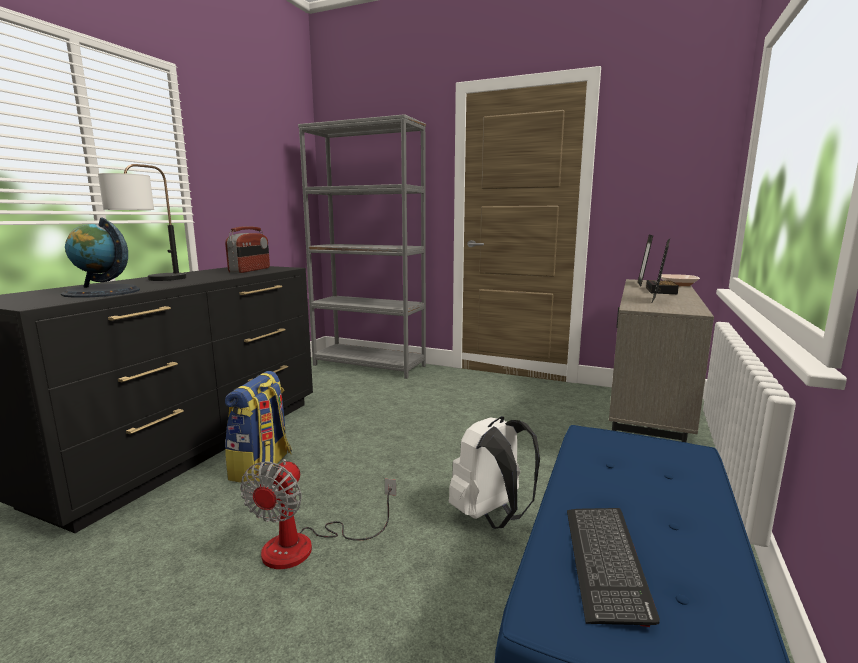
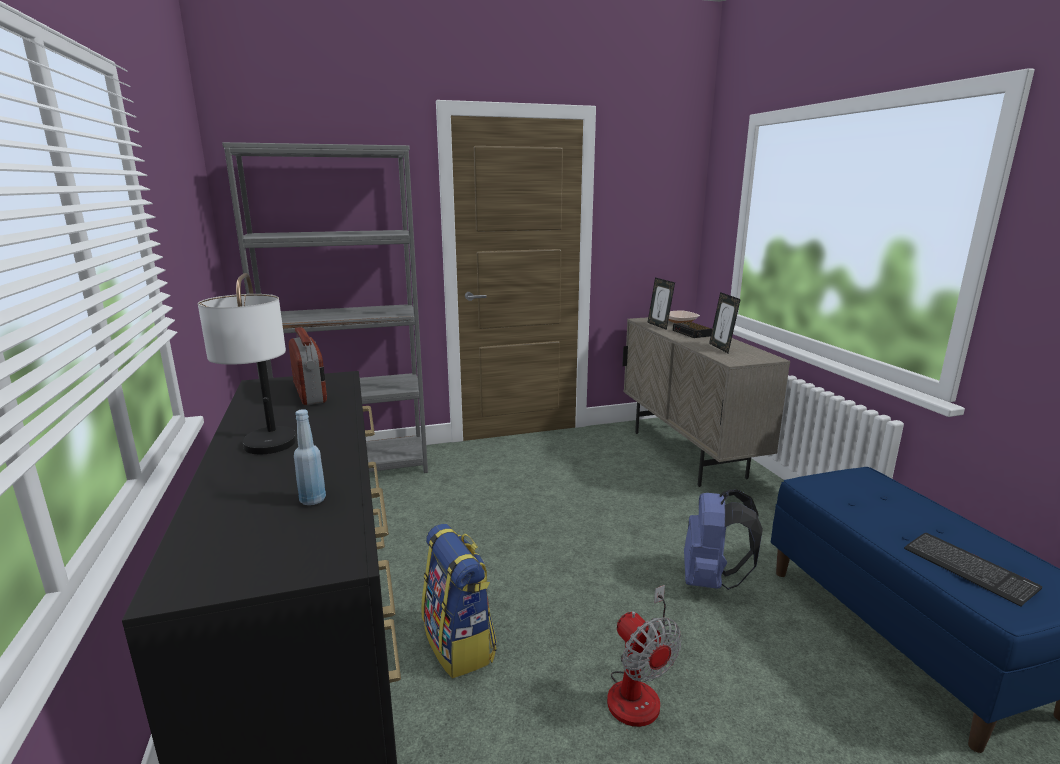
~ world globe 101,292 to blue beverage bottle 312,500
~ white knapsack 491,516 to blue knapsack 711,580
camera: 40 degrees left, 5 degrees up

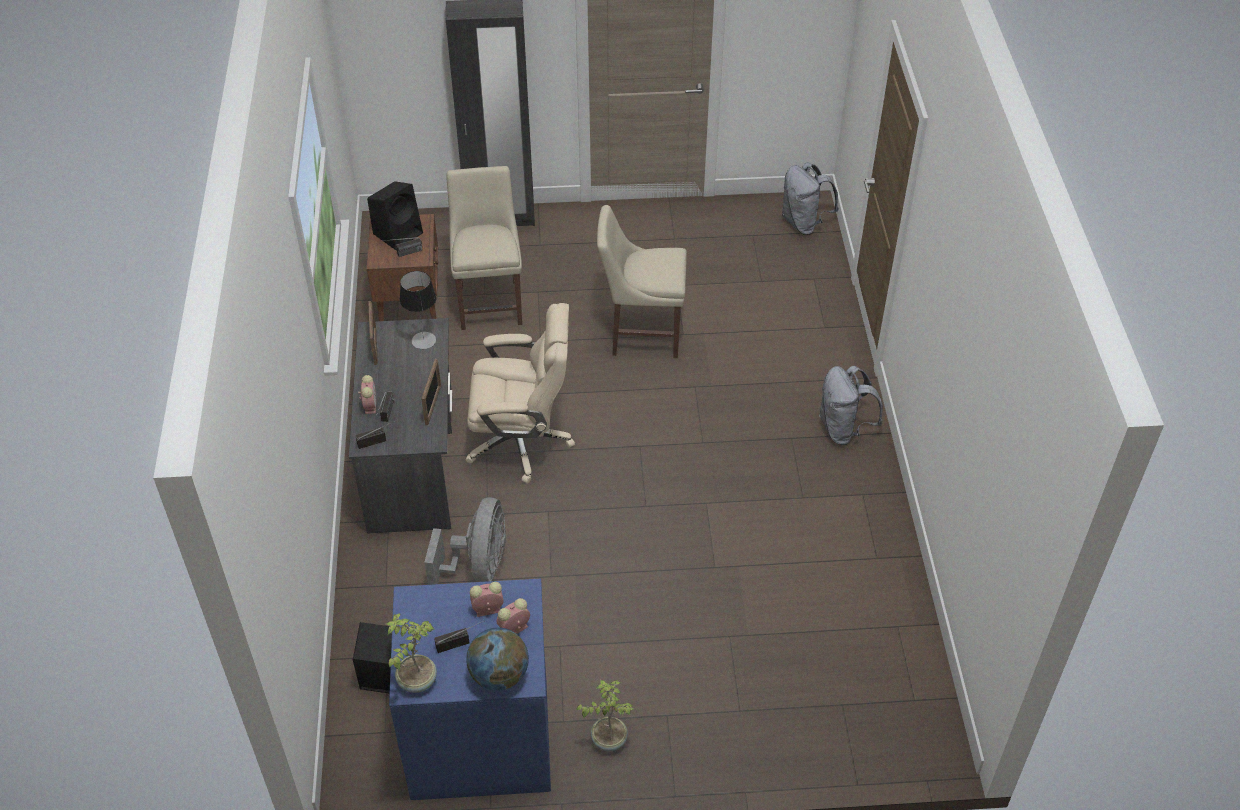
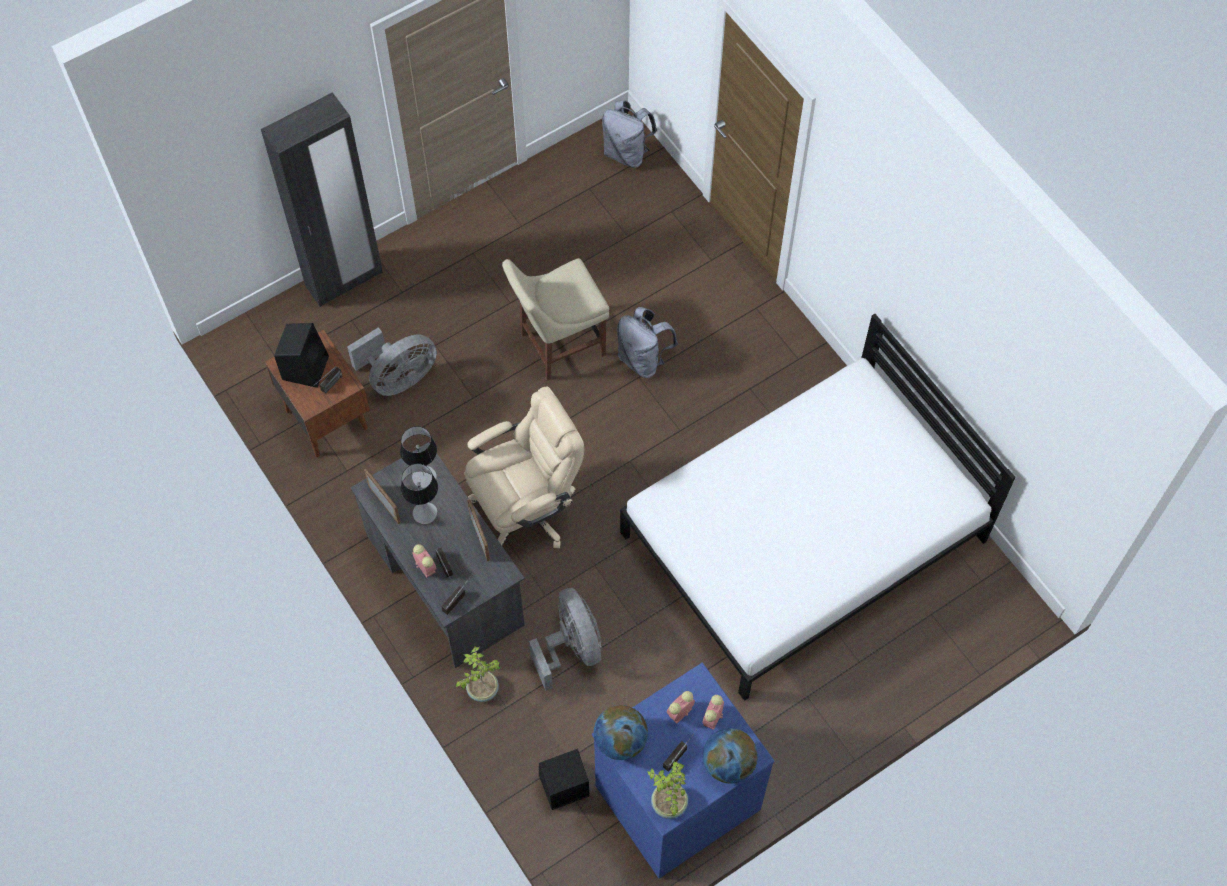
~ sand-coloured upright chair 490,302 to grey electric fan 399,378
~ houseplant 608,739 to 482,689
~ grey knapsack 844,429 to 643,359
+ lamp for a table 425,513
+ world globe 620,741
+ white bed 803,537
camera: 30 degrees left, 15 degrees up

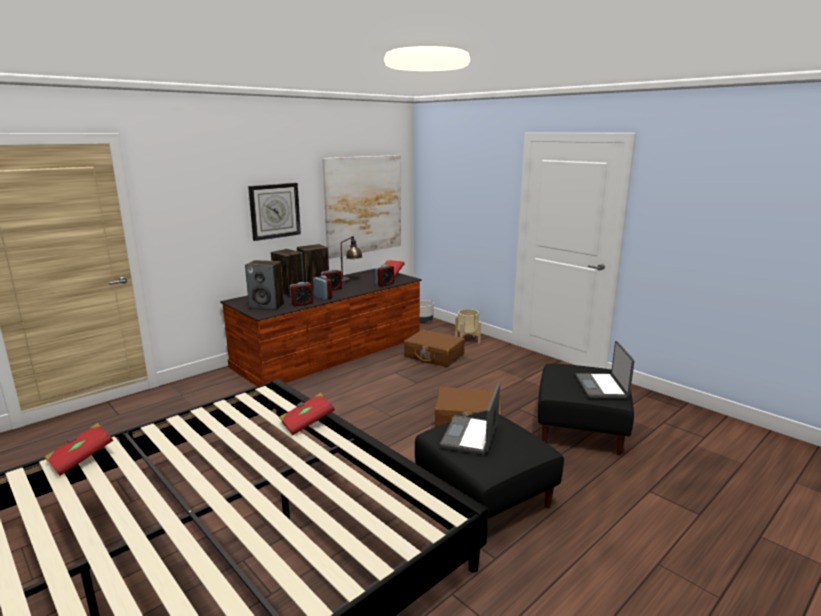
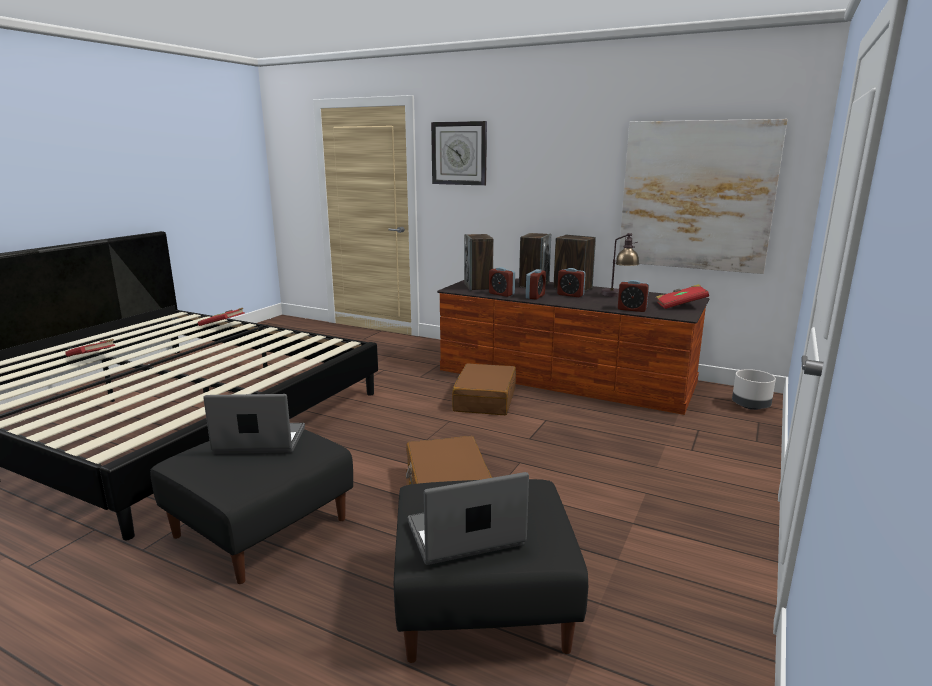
~ clock on the wall 274,211 to 459,153
~ red volume 307,423 to 93,357
~ brown-coloured suitcase 434,356 to 484,399
- sand-coloured plant pot 467,340
camera: 70 degrees right, 0 degrees up

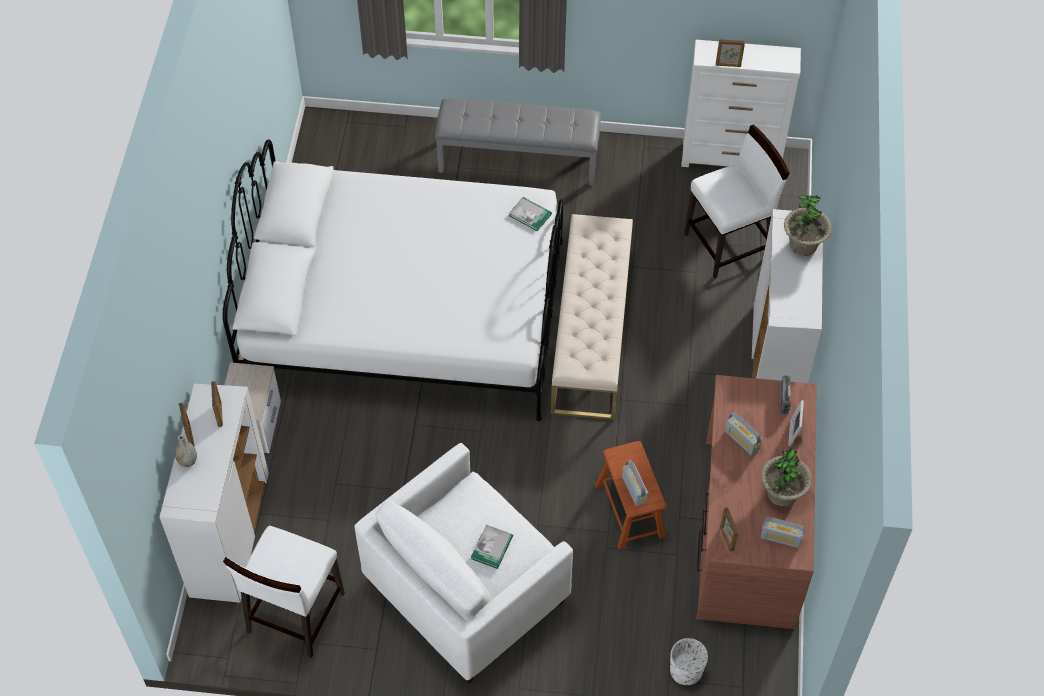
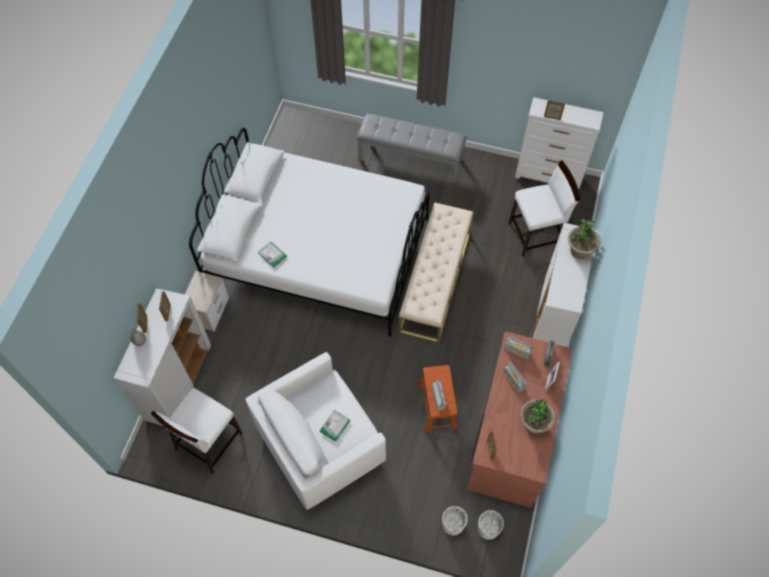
~ volume 530,215 to 272,255
~ radio 781,538 to 517,350
+ white plant pot 488,528
camera: 10 degrees right, 5 degrees up

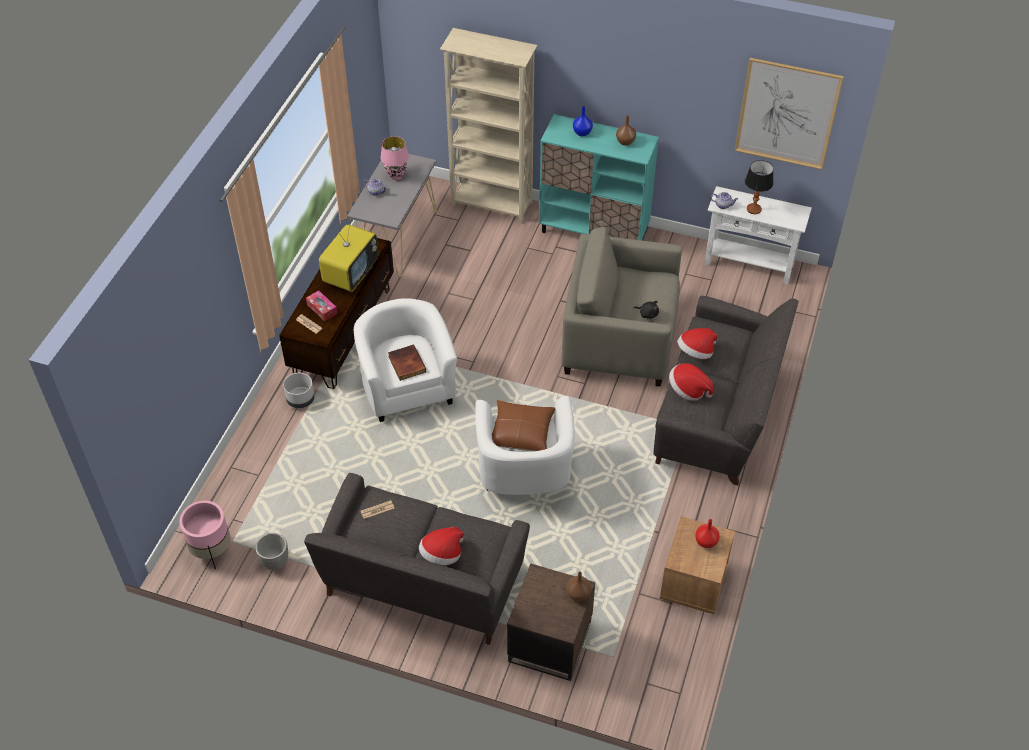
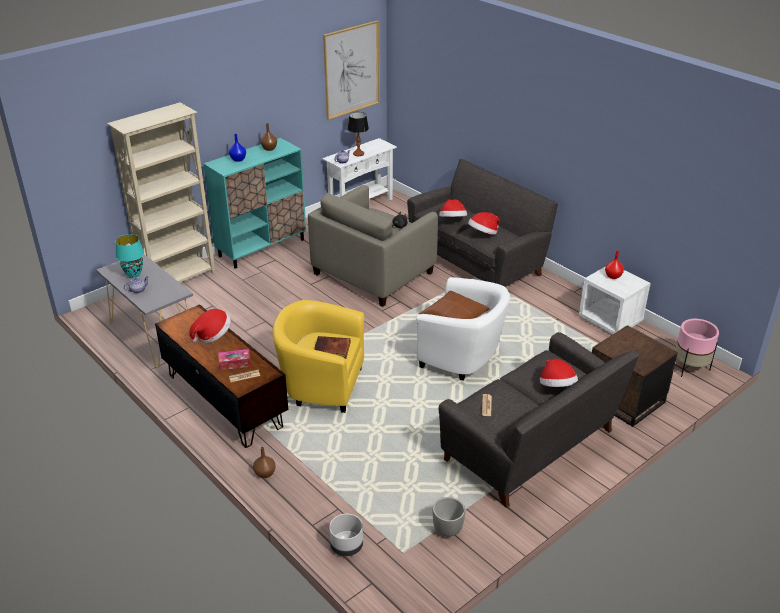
~ pink plant pot 212,551 to 690,368
~ grey plant pot 300,400 to 346,546
~ television 351,274 to clothing hat 212,335
~ white armchair 407,386 to yellow-coloured armchair 320,385
~ pink lamp for a table 396,176 to blue-green lamp for a table 134,275
~ brown-coloured flower vase 578,594 to 264,474
~ brown-coloured night table 693,583 to white night table 610,320
camera: 60 degrees left, 15 degrees down

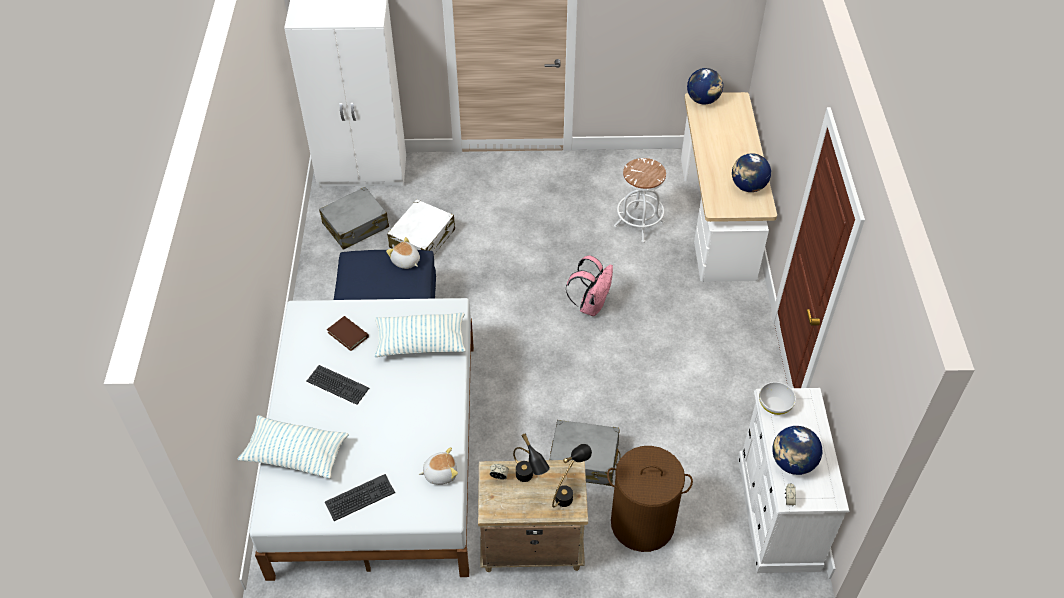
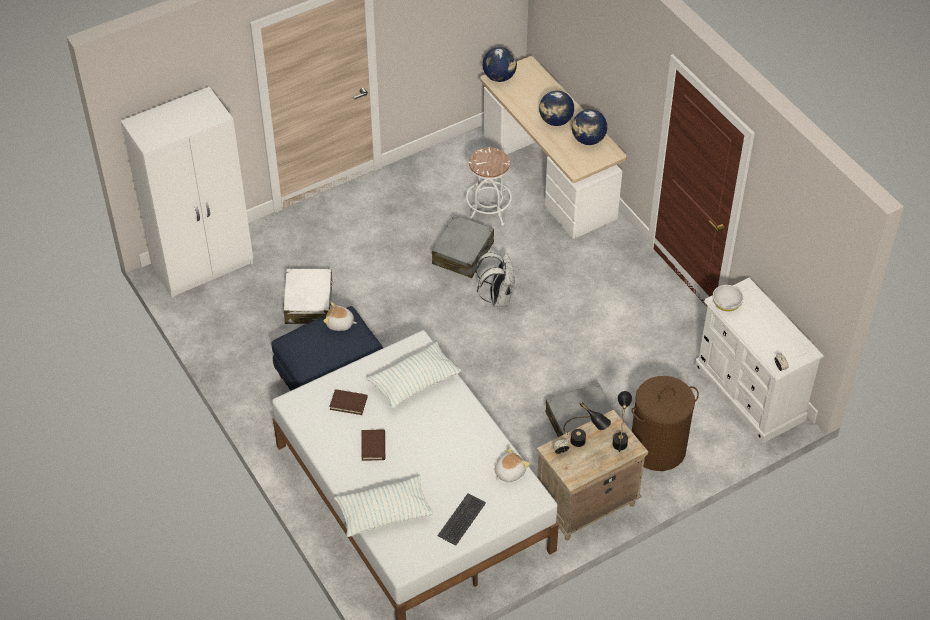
~ computer keyboard 337,385 to brown-coloured volume 373,446
~ grey suitcase 356,226 to 463,253
~ pink knapsack 591,305 to white knapsack 498,297
~ world globe 792,463 to 556,121
camera: 30 degrees left, 0 degrees up

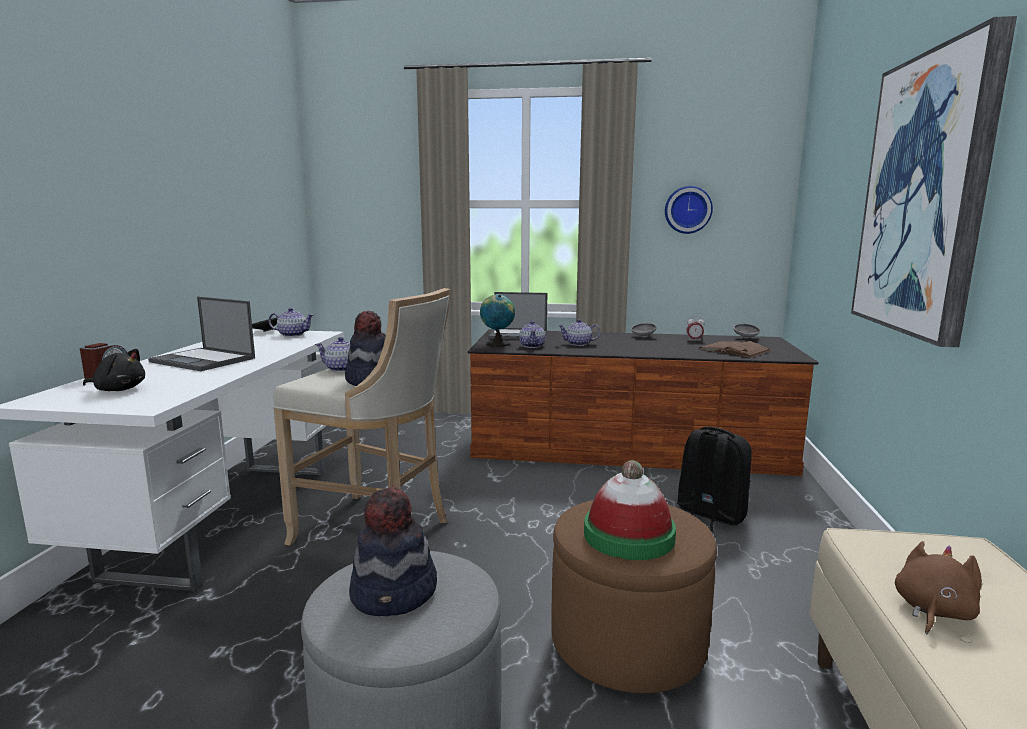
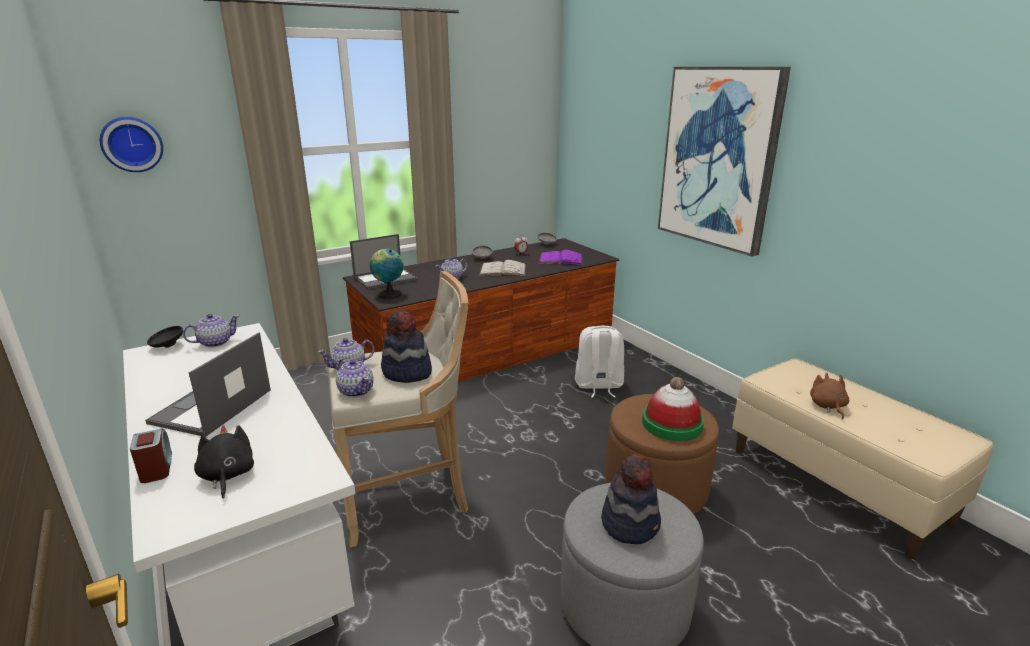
~ black-coloured plush toy 119,389 = 227,476 75 degrees counterclockwise
~ laptop 204,360 = 211,407 120 degrees clockwise
~ pot for tea 532,346 to 356,391
~ clock on the wall 687,210 to 132,144
~ black-coloured knapsack 709,515 to white knapsack 598,385
~ brown-coloured volume 734,350 to purplish volume 560,259
+ white volume 503,270
camera: 40 degrees left, 10 degrees up

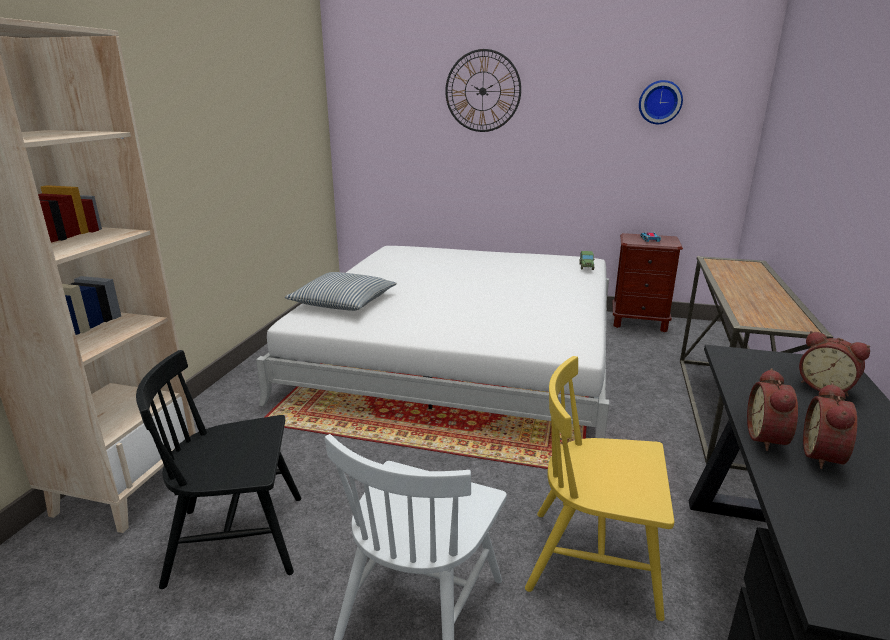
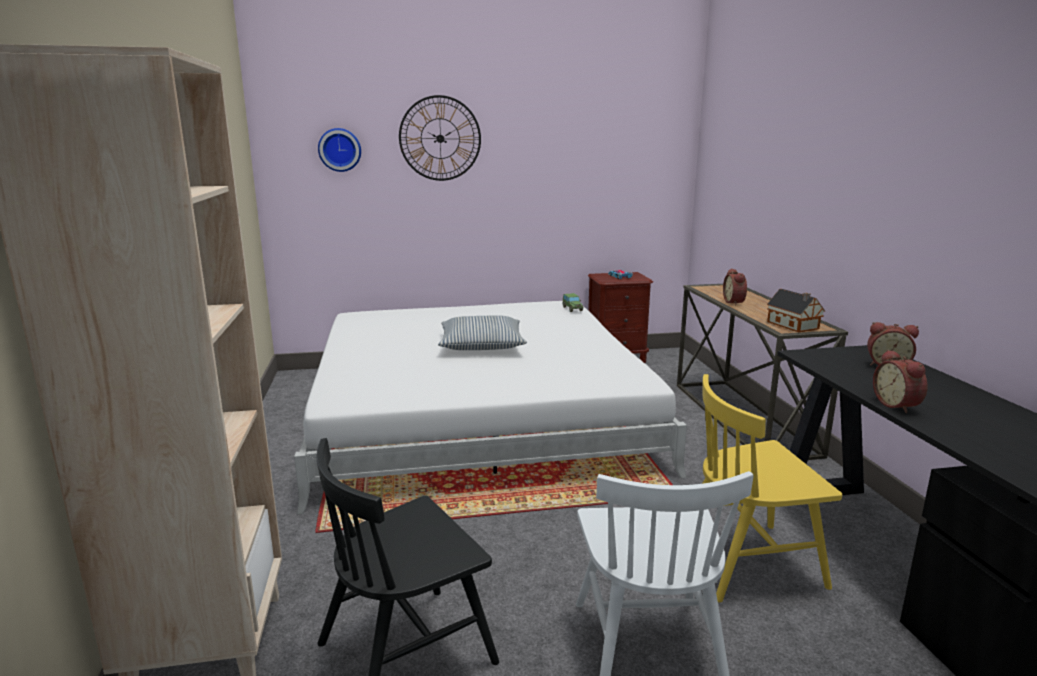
~ throw pillow 343,302 to 481,344
~ clock on the wall 660,102 to 340,150
~ table clock 825,457 to 735,302
+ miniature house 794,326
camera: 25 degrees left, 5 degrees down

